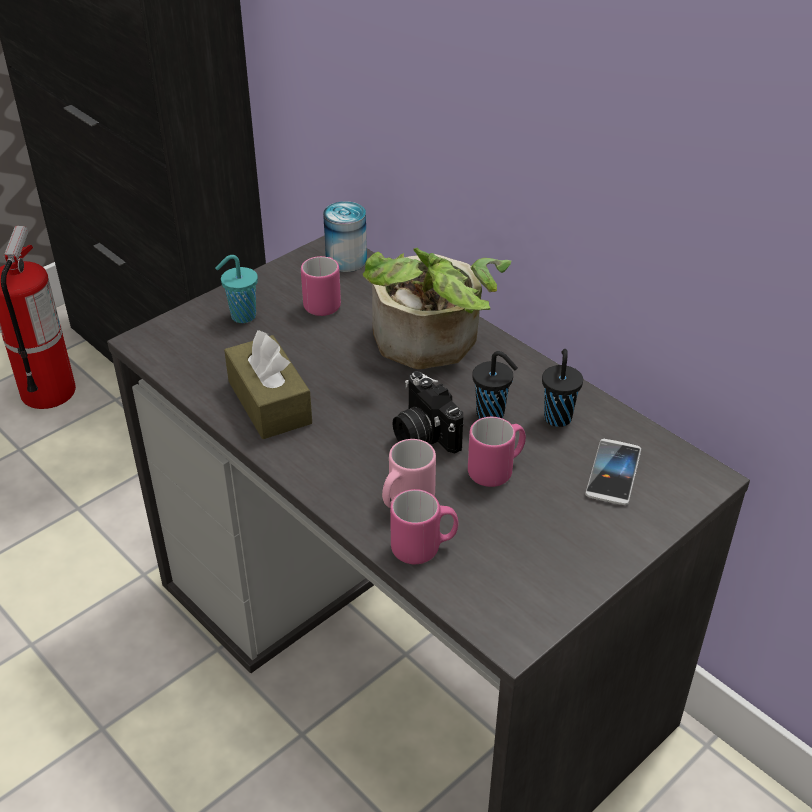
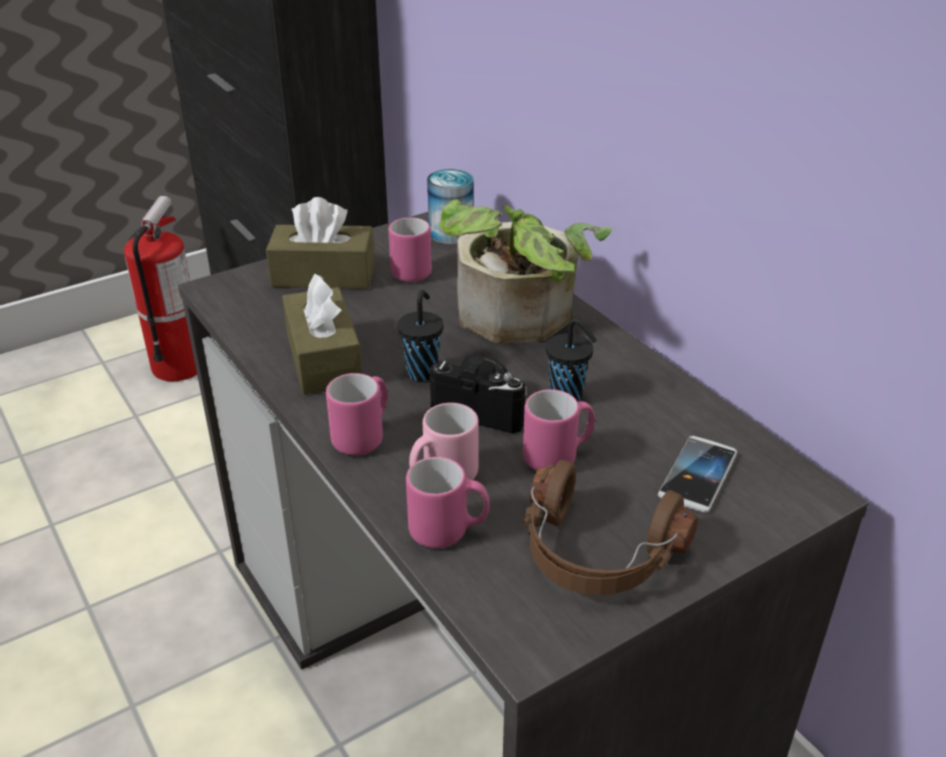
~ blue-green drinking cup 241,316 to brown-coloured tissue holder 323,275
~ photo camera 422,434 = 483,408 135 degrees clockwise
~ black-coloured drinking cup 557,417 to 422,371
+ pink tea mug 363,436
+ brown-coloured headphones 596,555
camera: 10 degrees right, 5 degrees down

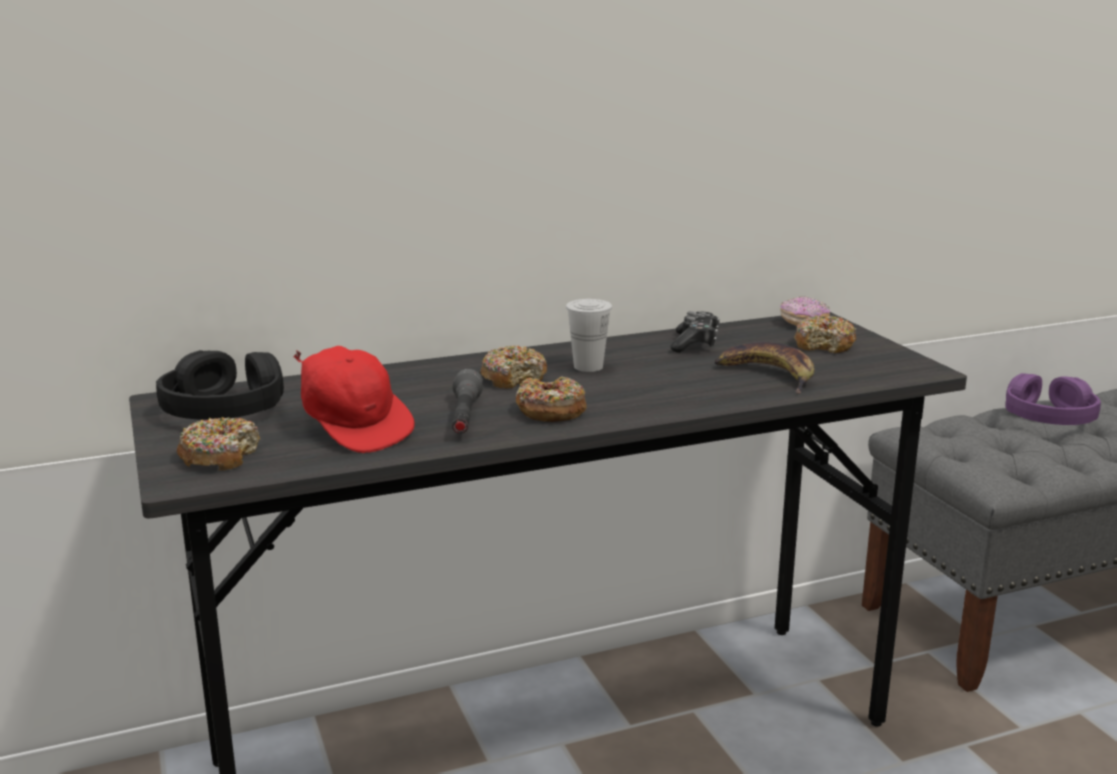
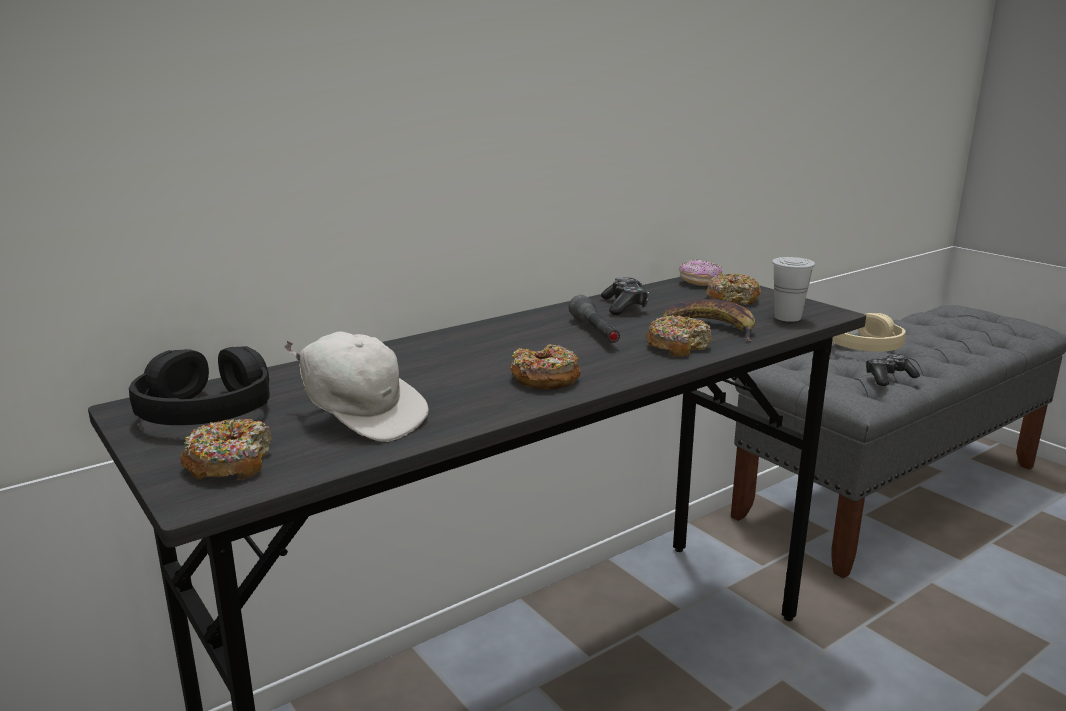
~ red peaked cap 354,429 to white peaked cap 362,417
~ grey hand torch 465,417 to 595,332
~ donut 513,378 to 677,346
~ white drinking cup 588,367 to 787,317
~ purplish headphones 1048,417 to sand-coloured headphones 863,346
+ gamepad 888,377
camera: 15 degrees left, 0 degrees up

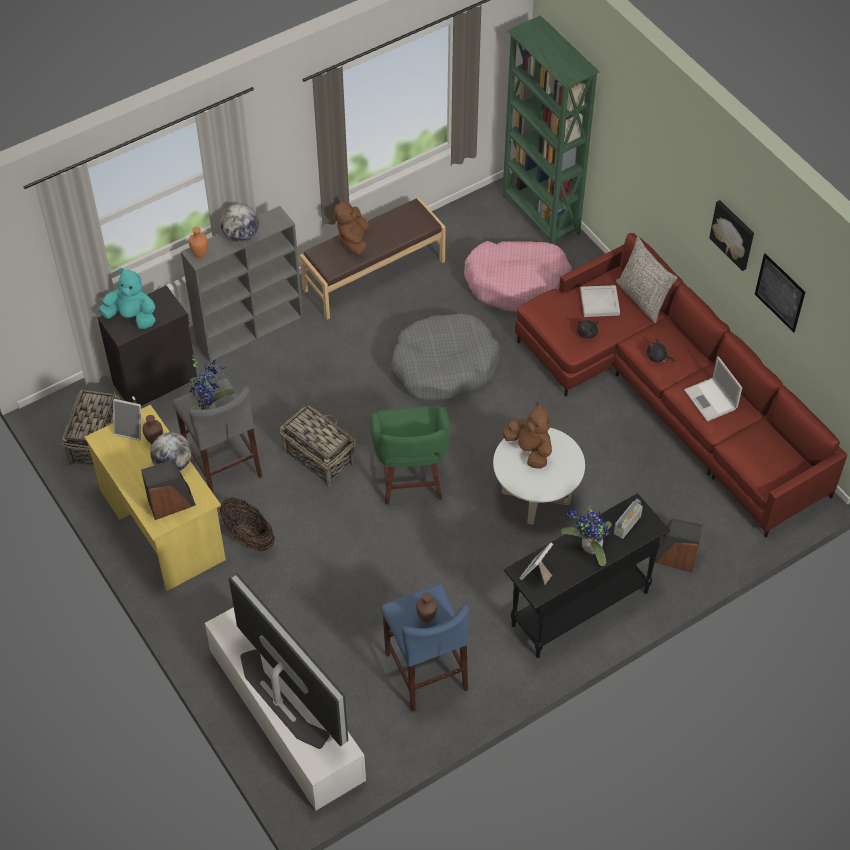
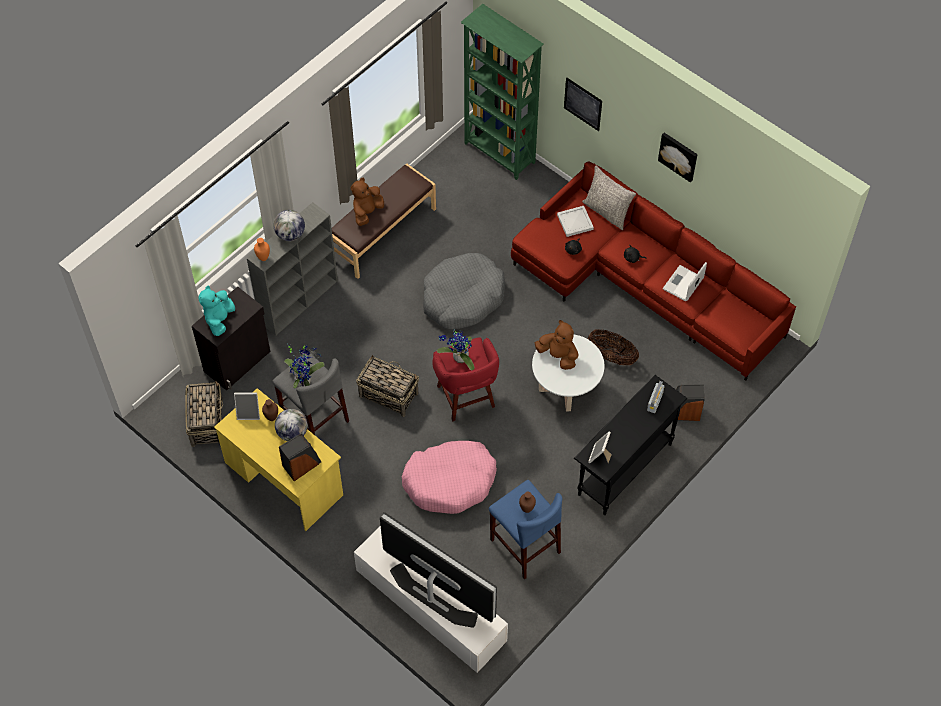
~ blue-green plush toy 132,317 = 219,319 75 degrees counterclockwise
~ household basket 248,536 to 612,356
~ brown-coloured plush toy 353,241 = 367,212 45 degrees clockwise
~ greenish stool 411,482 to red stool 466,398
~ pink dog cushion 517,282 to 450,481
~ houseplant 589,547 to 459,358
~ laptop 711,400 = 682,284 75 degrees clockwise
~ wall picture 780,292 to 583,104
camera: 15 degrees left, 5 degrees up

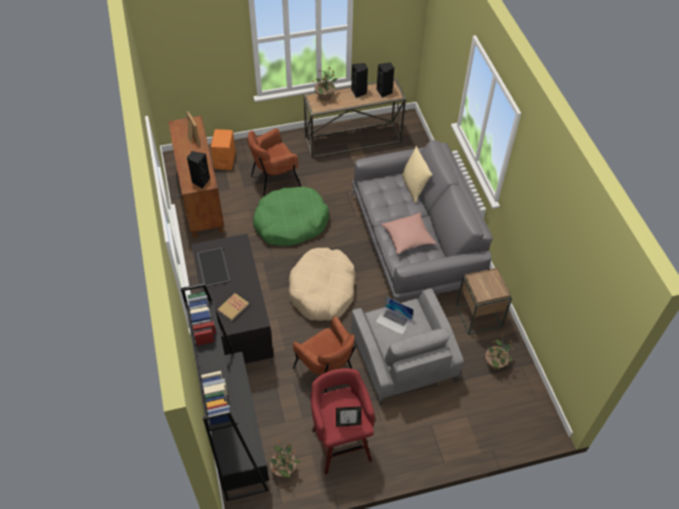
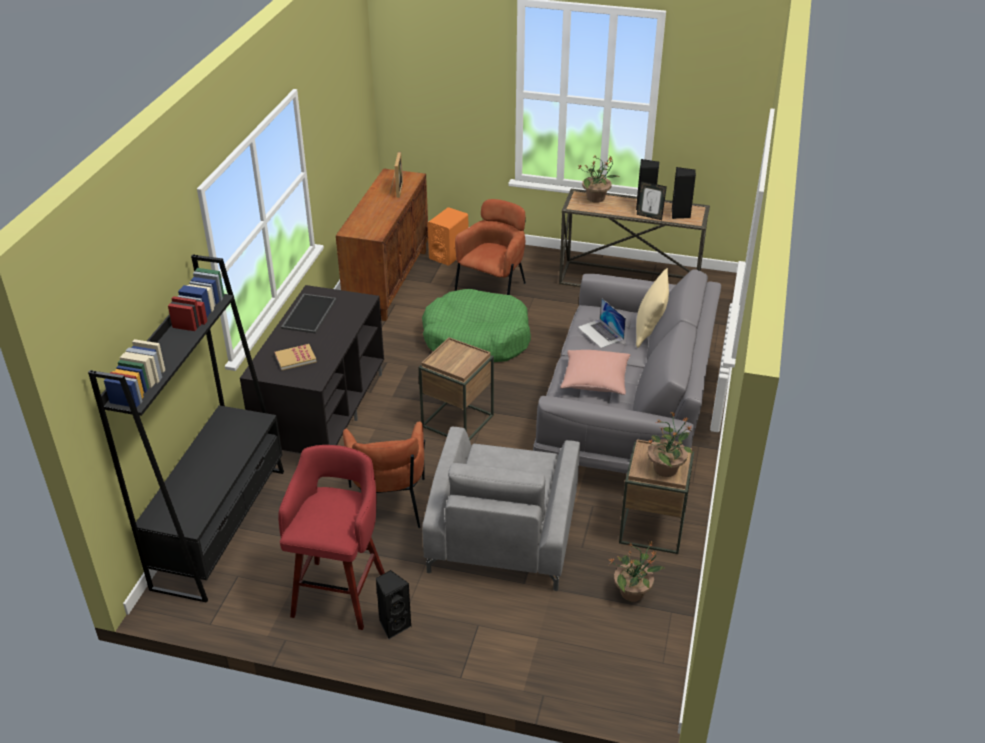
~ black-coloured loudspeaker 200,181 to 394,625
~ brown-coloured armchair 274,179 = 493,290 120 degrees clockwise
~ houseplant 284,469 to 666,468
~ sand-coloured dog cushion 322,290 to brown-coloured side table 457,420
~ standing frame 348,423 to 649,216
~ laptop 394,320 to 600,333
camera: 30 degrees right, 15 degrees down

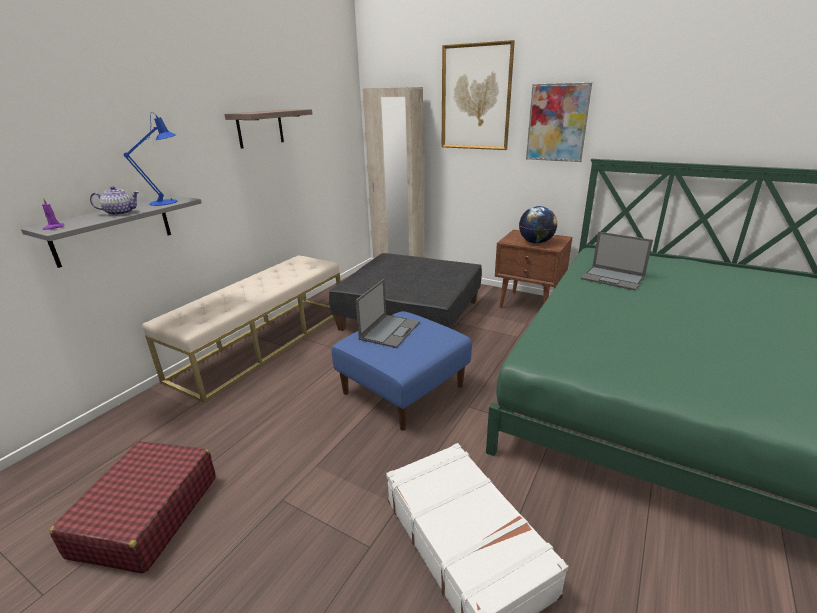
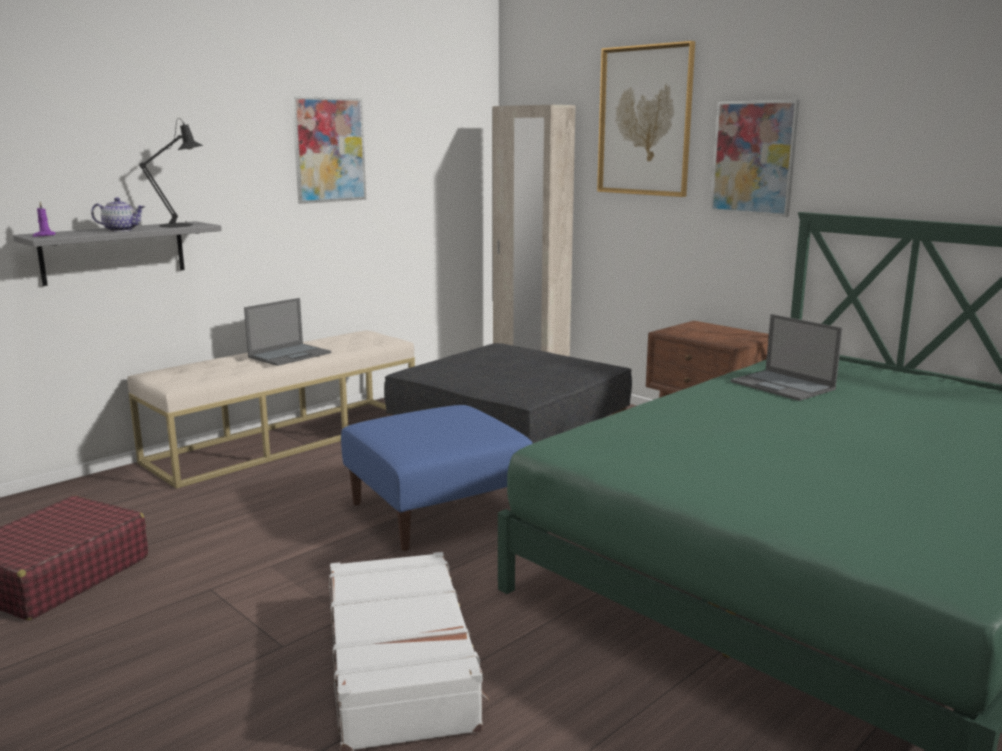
~ blue lamp for a table 167,202 to black-coloured lamp for a table 181,225
~ bracket shelf 260,128 to wall picture 329,150
~ laptop 390,330 to 290,355
- world globe 536,242
camera: 15 degrees right, 10 degrees down

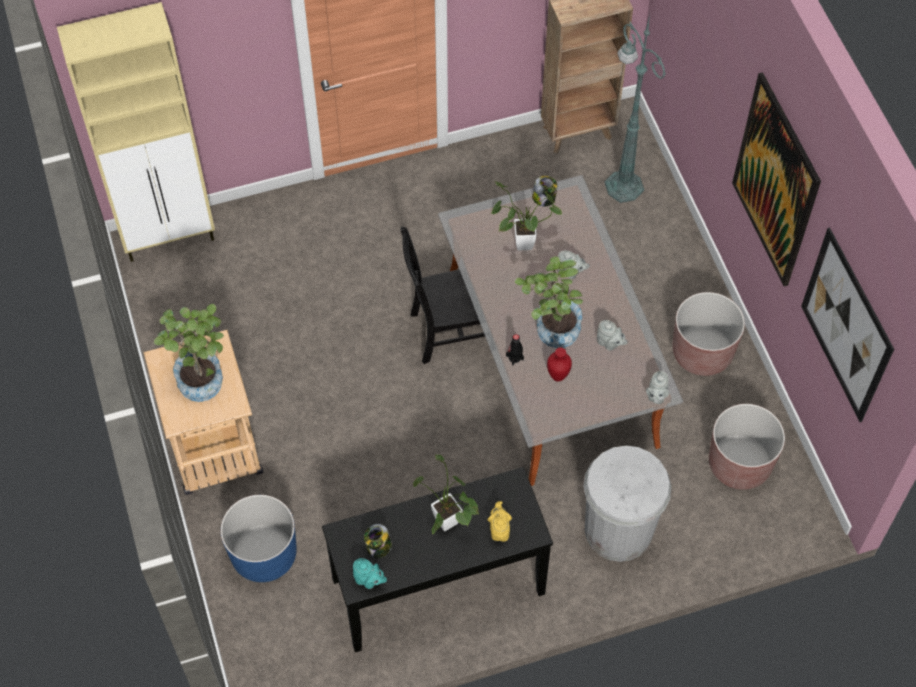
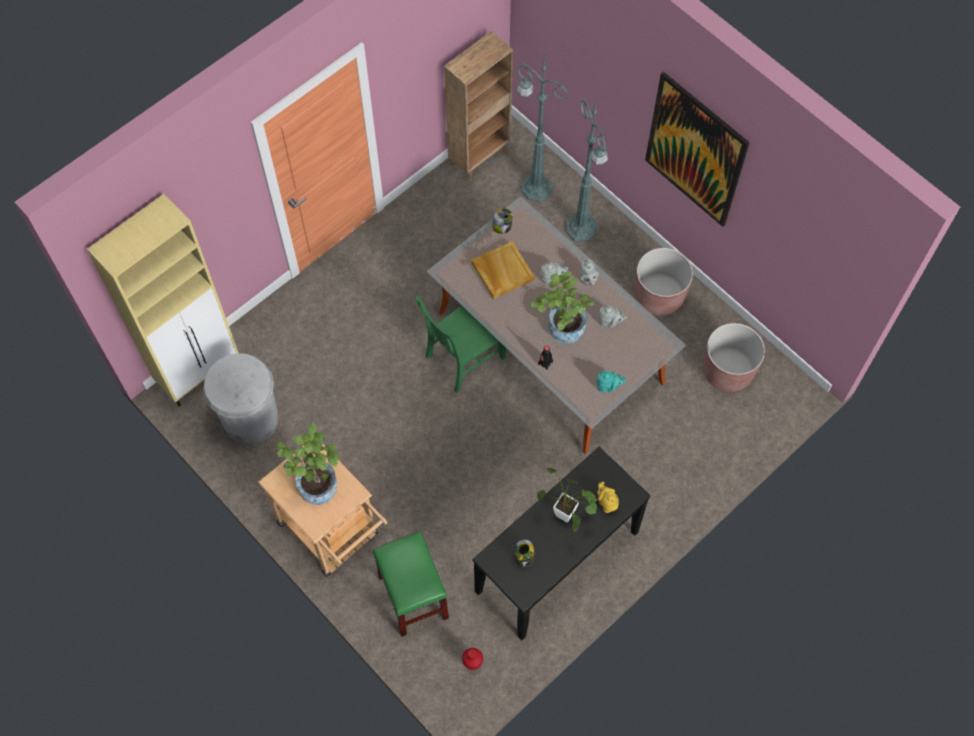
~ blue plant pot 264,554 to greenish stool 412,596
~ blue-green pot for tea 369,580 to 608,386
~ black-coloured upright chair 449,331 to greenish upright chair 463,358
~ houseplant 519,244 to sand-coloured serving tray 502,271
~ red flower vase 557,377 to 473,664
~ white rubbish bin 618,530 to 251,419
~ grey pot for tea 656,396 to 587,279
- wall picture 846,326
+ greenish standard lamp 581,229
camera: 25 degrees left, 5 degrees up

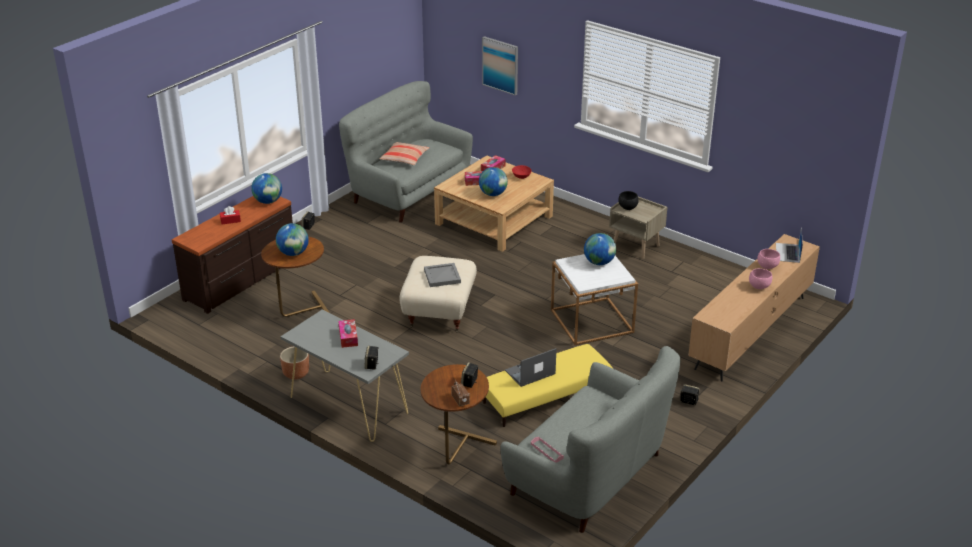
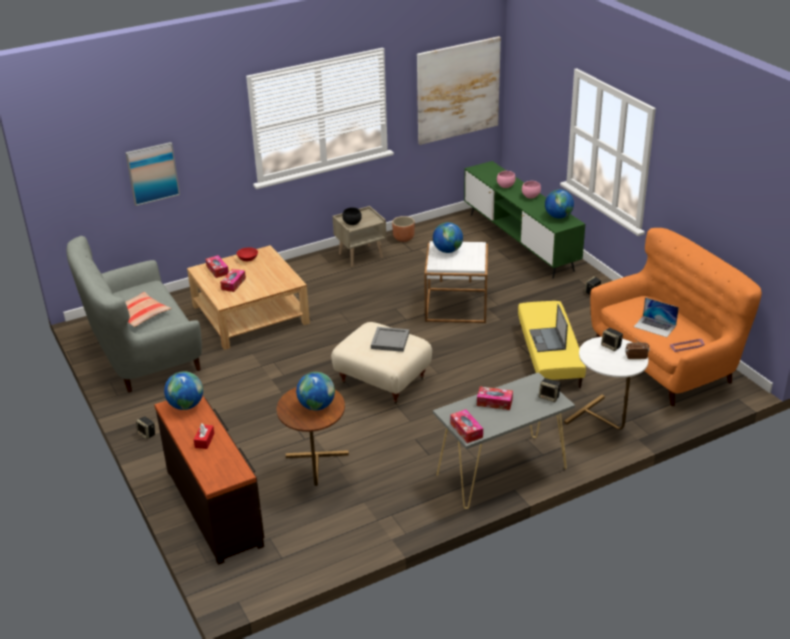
~ brown-coloured plant pot 296,374 to 404,238
~ brown-coloured side table 456,453 to white side table 605,422
~ world globe 493,194 to 558,216
~ grey couch 590,476 to orange-coloured couch 665,361
~ brown-coloured tv unit 750,332 to greenish tv unit 519,242
~ laptop 787,252 to 655,326
+ wall picture 458,90
+ tissue holder 466,430
camera: 65 degrees left, 0 degrees up

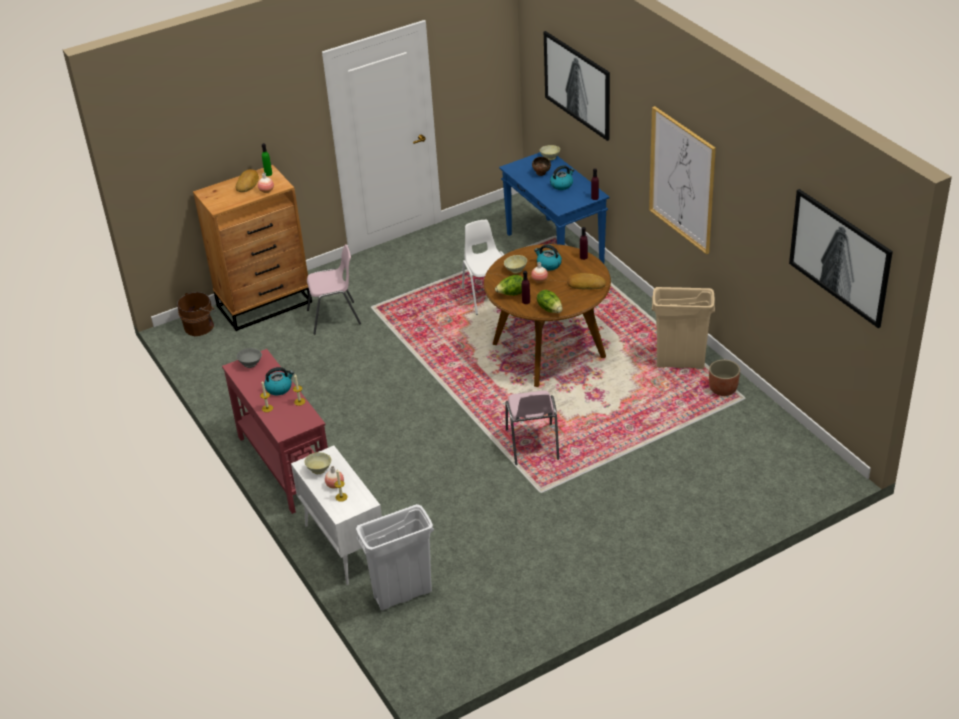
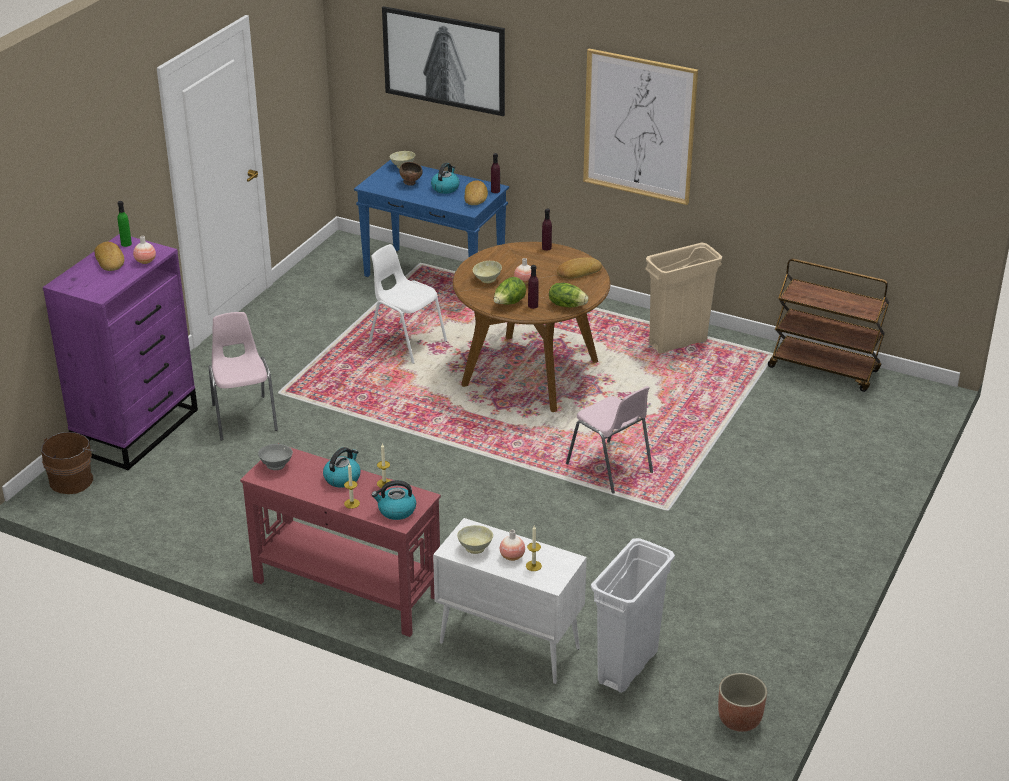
~ brown-coloured chest of drawers 265,304 to purplish chest of drawers 137,430
~ pink upright chair 334,317 = 244,417 60 degrees counterclockwise
~ kettle 548,265 to 396,510
~ plant pot 723,389 to 740,719
- wall picture 839,257
+ bread 476,196
+ brown-coloured trolley 824,369
camera: 35 degrees left, 5 degrees down

